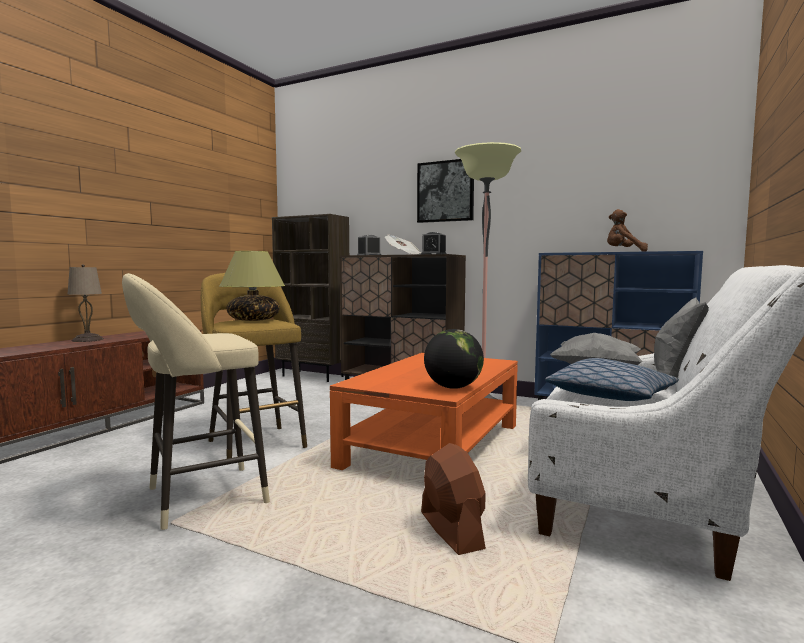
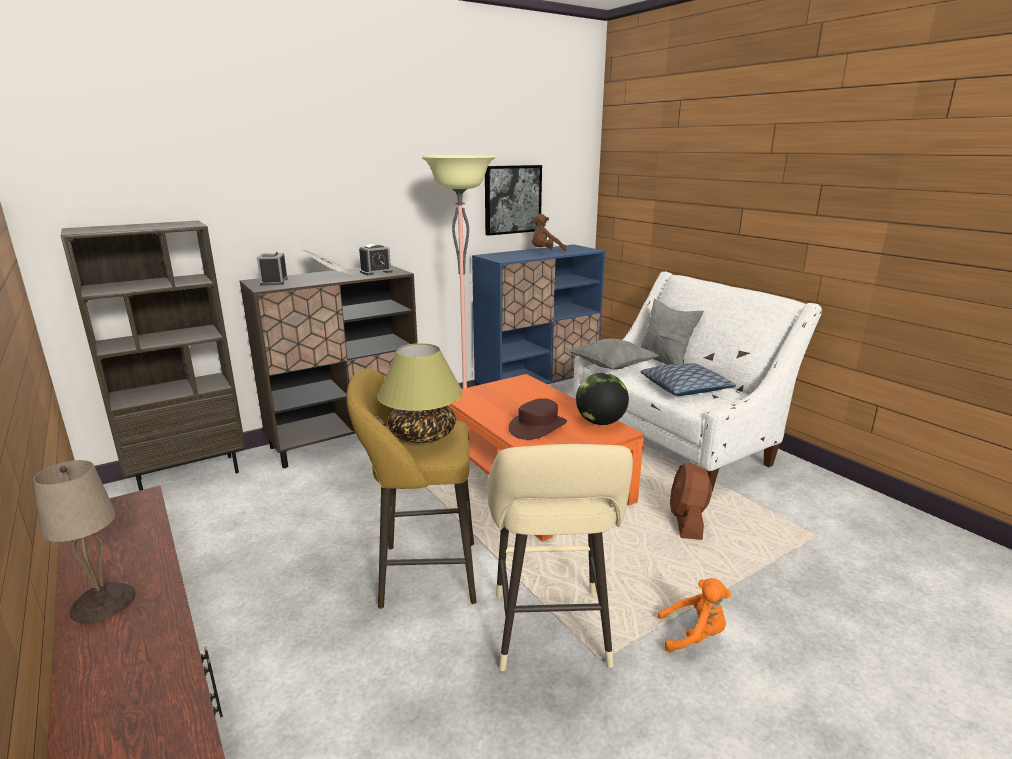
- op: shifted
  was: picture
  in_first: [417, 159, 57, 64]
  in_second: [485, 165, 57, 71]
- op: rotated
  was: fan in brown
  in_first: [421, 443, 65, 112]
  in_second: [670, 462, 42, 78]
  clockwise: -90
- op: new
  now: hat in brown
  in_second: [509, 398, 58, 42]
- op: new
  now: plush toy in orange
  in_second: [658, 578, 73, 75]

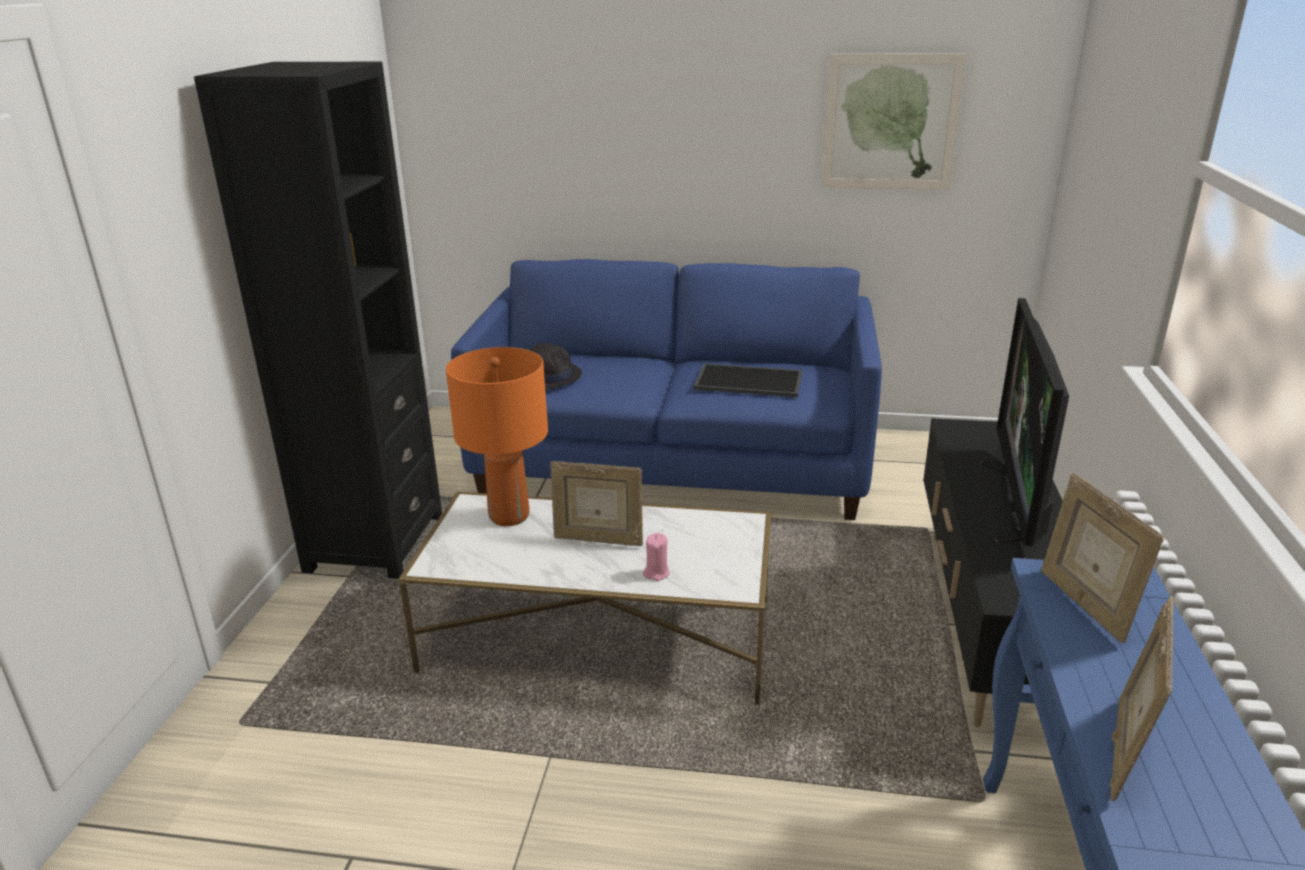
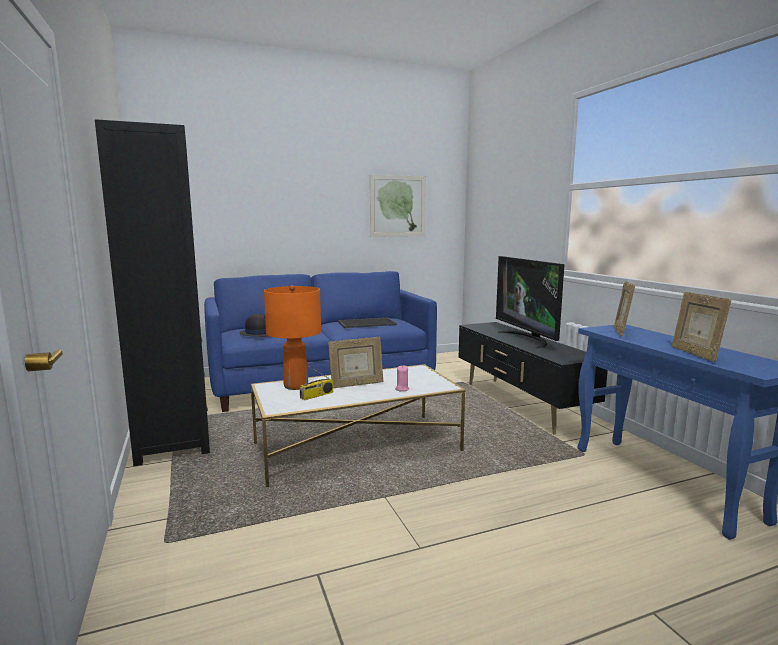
- op: rotated
  was: picture frame
  in_first: [1041, 473, 123, 170]
  in_second: [614, 281, 21, 55]
  clockwise: 60
- op: new
  now: radio
  in_second: [300, 364, 33, 36]

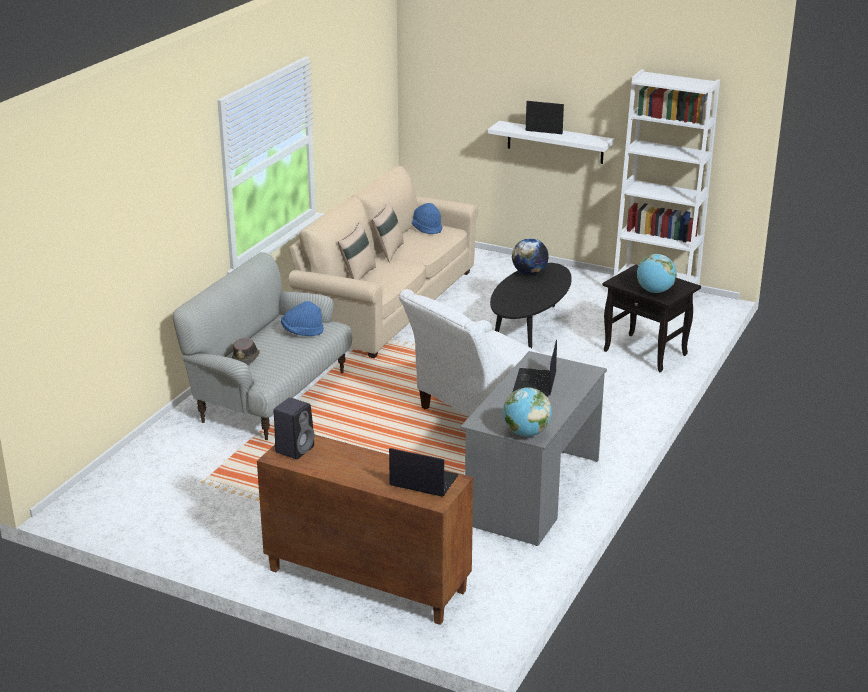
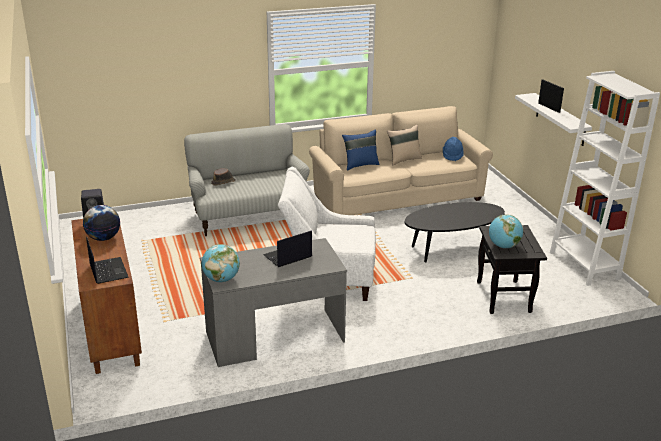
- op: gone
  was: hat in blue
  in_first: [281, 301, 43, 35]
- op: repainted
  was: pillow in beige
  now: pillow in blue
  in_first: [338, 222, 38, 58]
  in_second: [342, 130, 37, 41]
- op: shifted
  was: globe
  in_first: [512, 238, 37, 37]
  in_second: [83, 205, 37, 36]

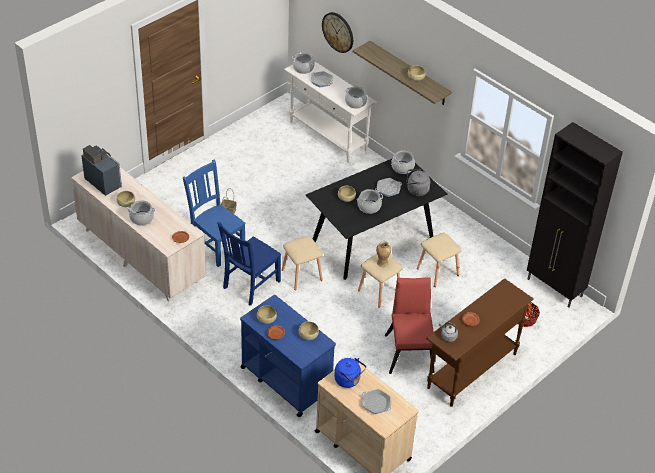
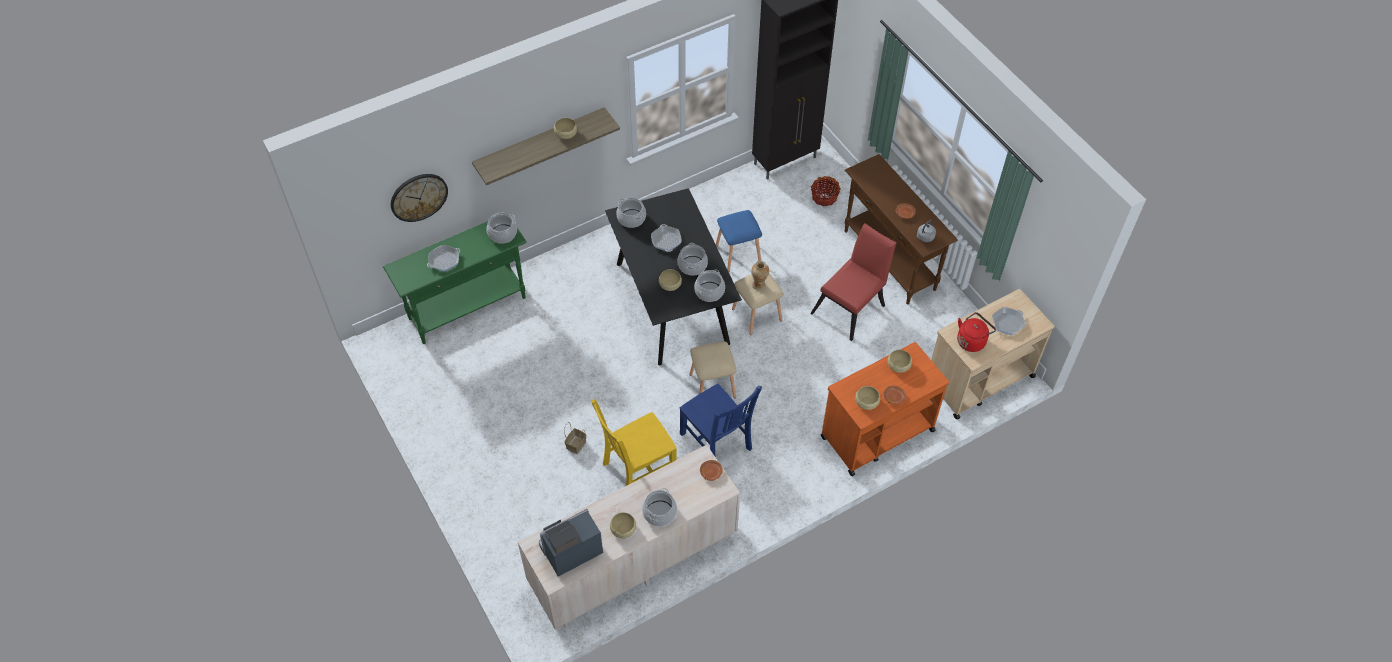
- op: repainted
  was: chair in blue
  now: chair in yellow
  in_first: [183, 159, 62, 108]
  in_second: [591, 400, 86, 86]
- op: repainted
  was: cart in blue
  now: cart in orange
  in_first: [240, 295, 96, 122]
  in_second: [821, 342, 128, 134]
- op: repainted
  was: console table in white
  now: console table in green
  in_first: [284, 62, 93, 101]
  in_second: [383, 213, 144, 131]
- op: shifted
  was: cooking pot
  in_first: [292, 52, 24, 22]
  in_second: [694, 270, 31, 32]
- op: repainted
  was: kettle in blue
  now: kettle in red
  in_first: [334, 358, 32, 30]
  in_second: [957, 312, 39, 40]
- op: rotated
  was: chair in red
  in_first: [385, 277, 49, 97]
  in_second: [810, 223, 86, 118]
  clockwise: 120
- op: gone
  was: kettle in grey
  in_first: [407, 169, 23, 27]
- op: repainted
  was: stool in beige
  now: stool in blue
  in_first: [417, 232, 45, 55]
  in_second: [715, 210, 47, 62]

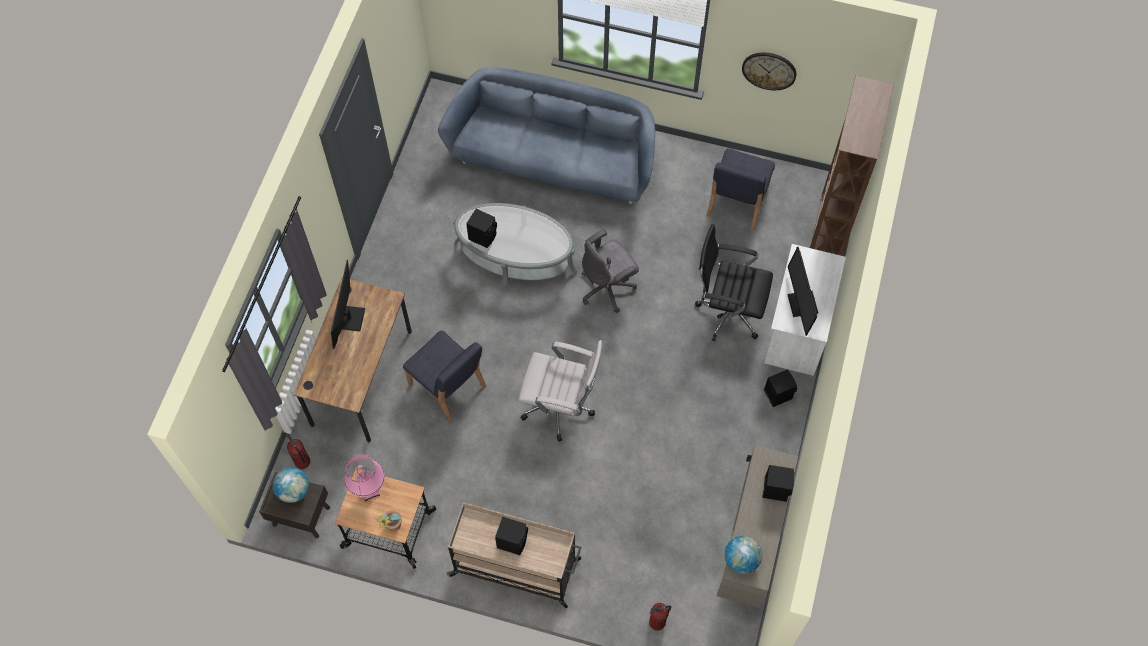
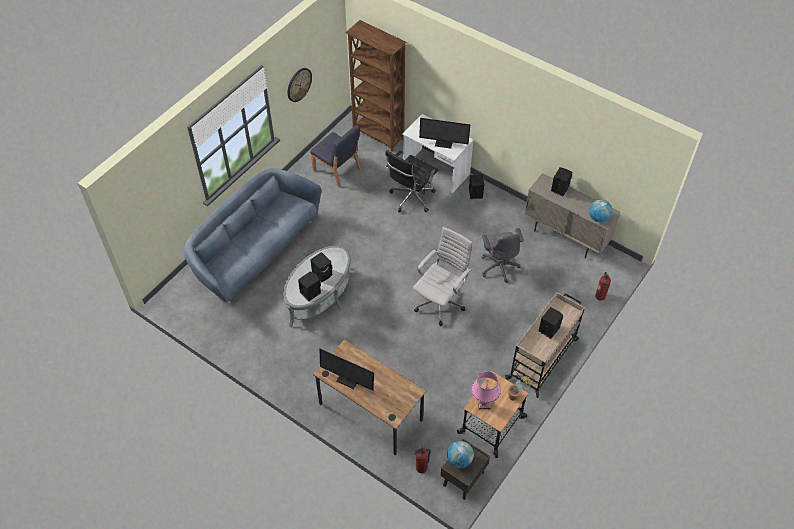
- op: gone
  was: chair in blue
  in_first: [403, 330, 84, 92]
- op: shifted
  was: office chair in grey
  in_first: [582, 230, 57, 83]
  in_second: [481, 228, 43, 55]
- op: new
  now: speaker in black
  in_second: [310, 252, 23, 30]

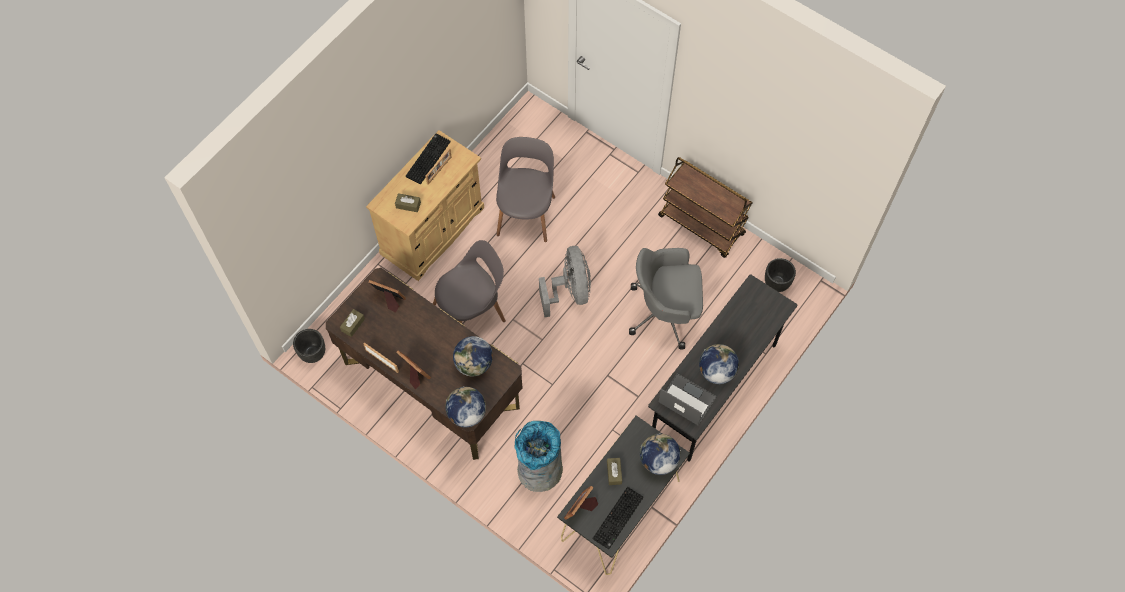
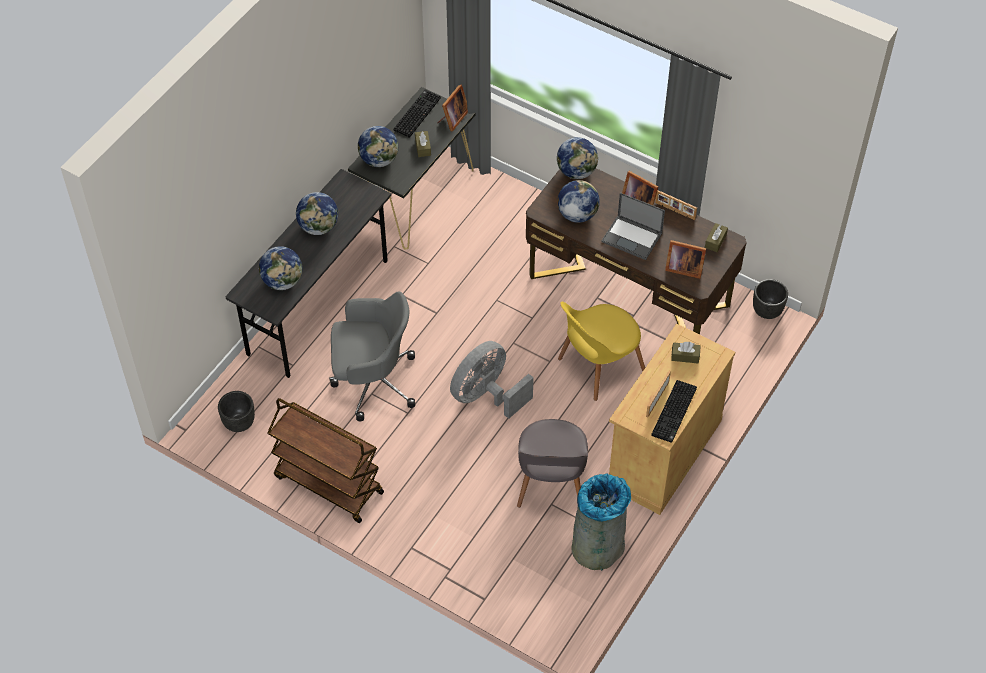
- op: repainted
  was: chair in grey
  now: chair in yellow
  in_first: [433, 240, 73, 83]
  in_second: [558, 302, 87, 99]
- op: shifted
  was: trash can in grey
  in_first: [515, 421, 48, 71]
  in_second: [571, 473, 60, 98]
- op: rotated
  was: fan in grey
  in_first: [539, 246, 52, 71]
  in_second: [450, 341, 84, 78]
  clockwise: 60
- op: shifted
  was: laptop
  in_first: [659, 373, 58, 52]
  in_second: [601, 193, 64, 67]
- op: new
  now: globe
  in_second: [258, 246, 44, 44]

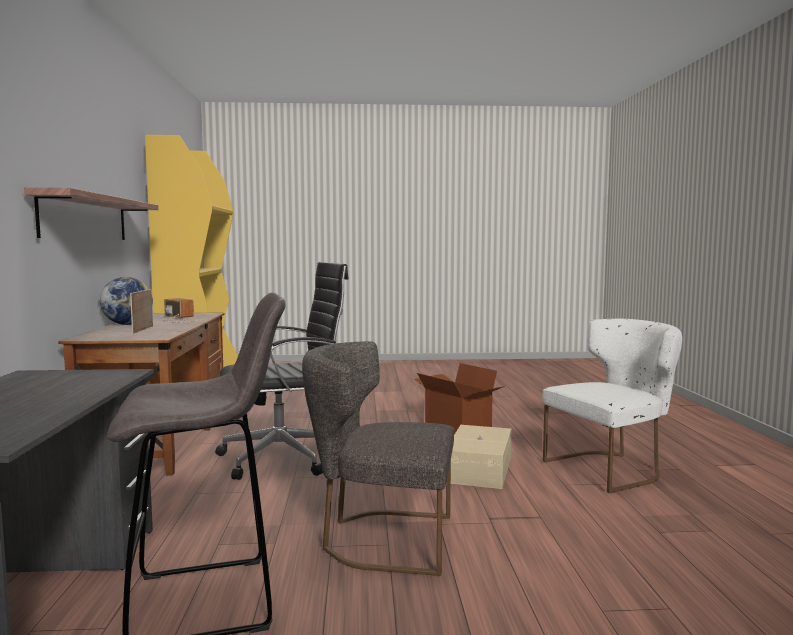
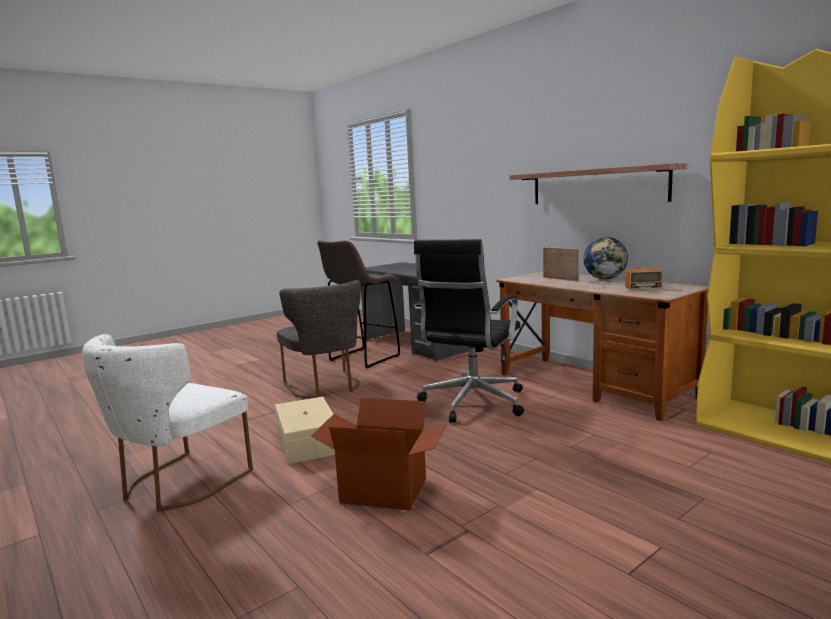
- op: rotated
  was: chair in grey
  in_first: [302, 341, 152, 235]
  in_second: [276, 280, 85, 119]
  clockwise: 90

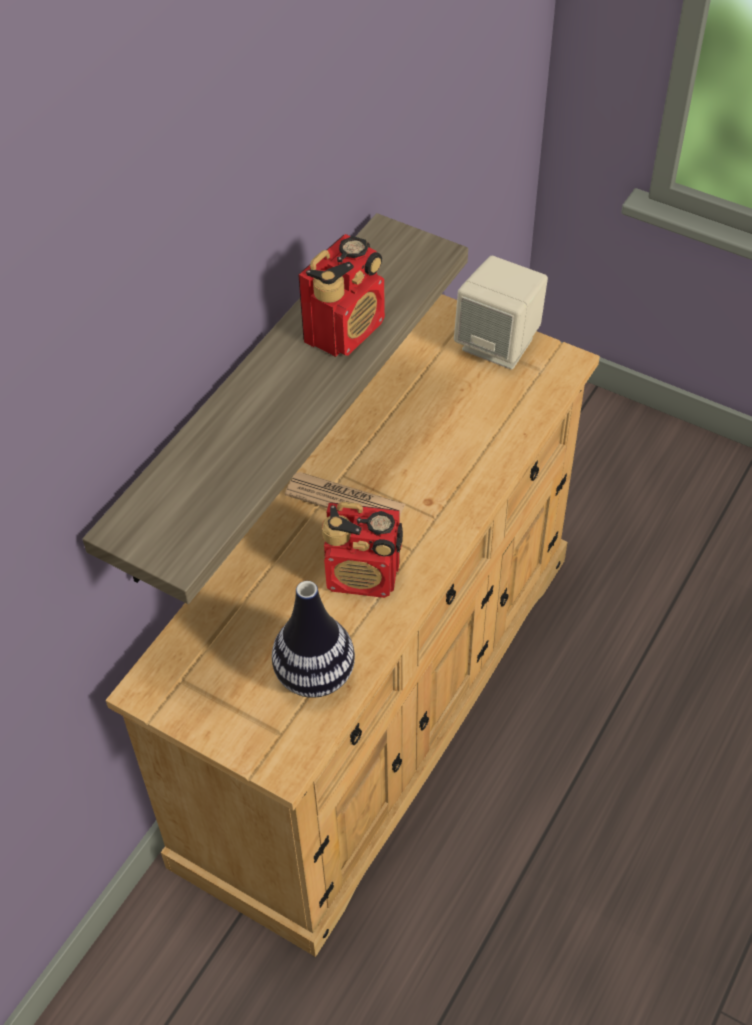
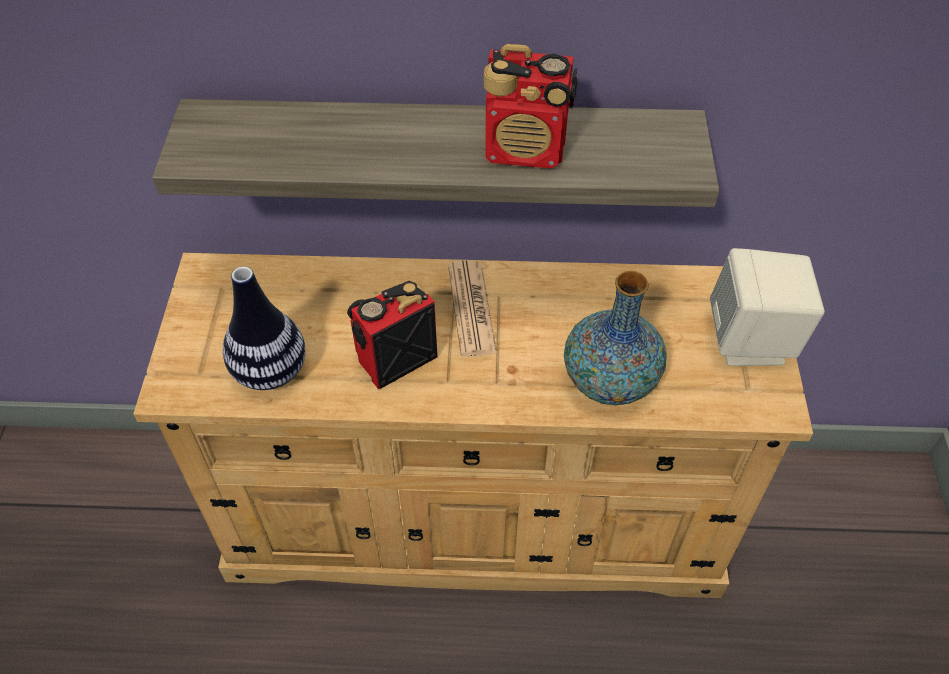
- op: rotated
  was: radio
  in_first: [322, 502, 81, 96]
  in_second: [347, 281, 91, 108]
  clockwise: 75
- op: new
  now: vase
  in_second: [564, 271, 103, 134]

